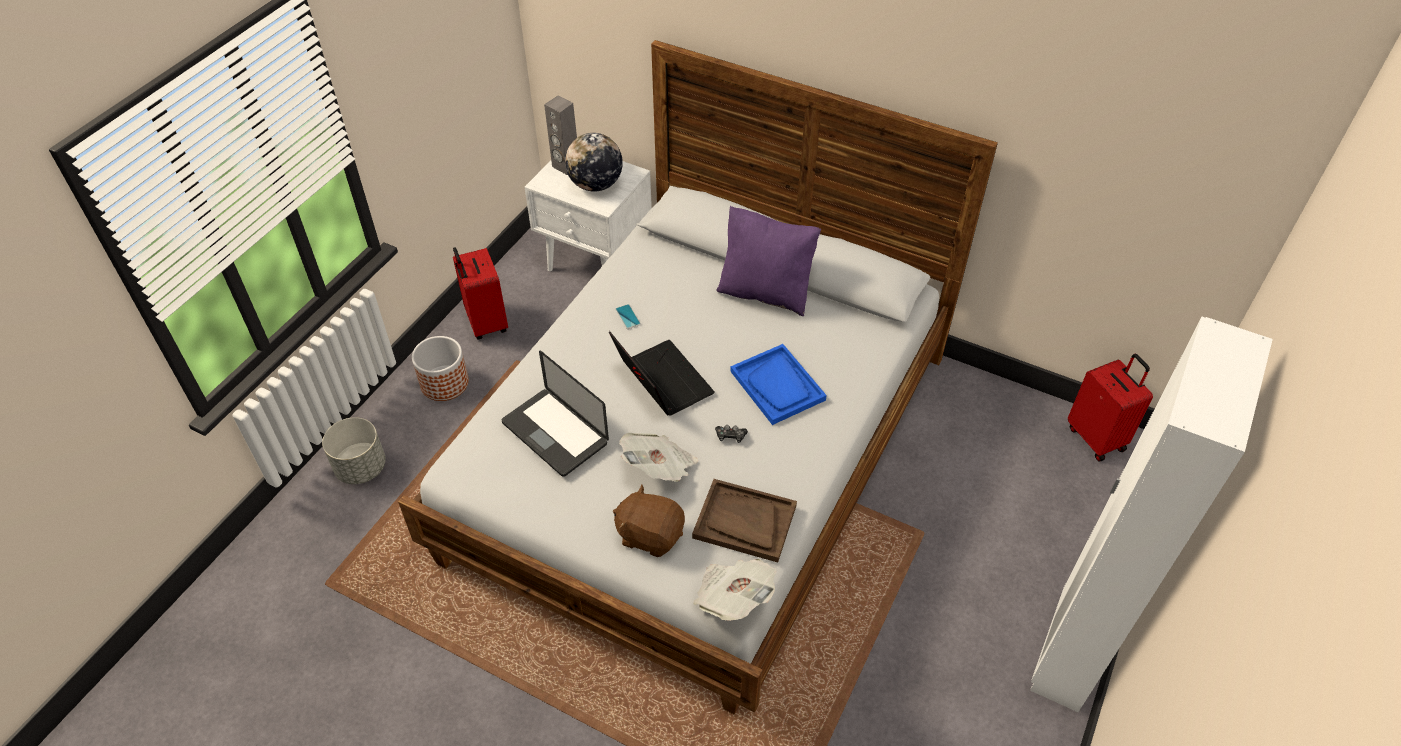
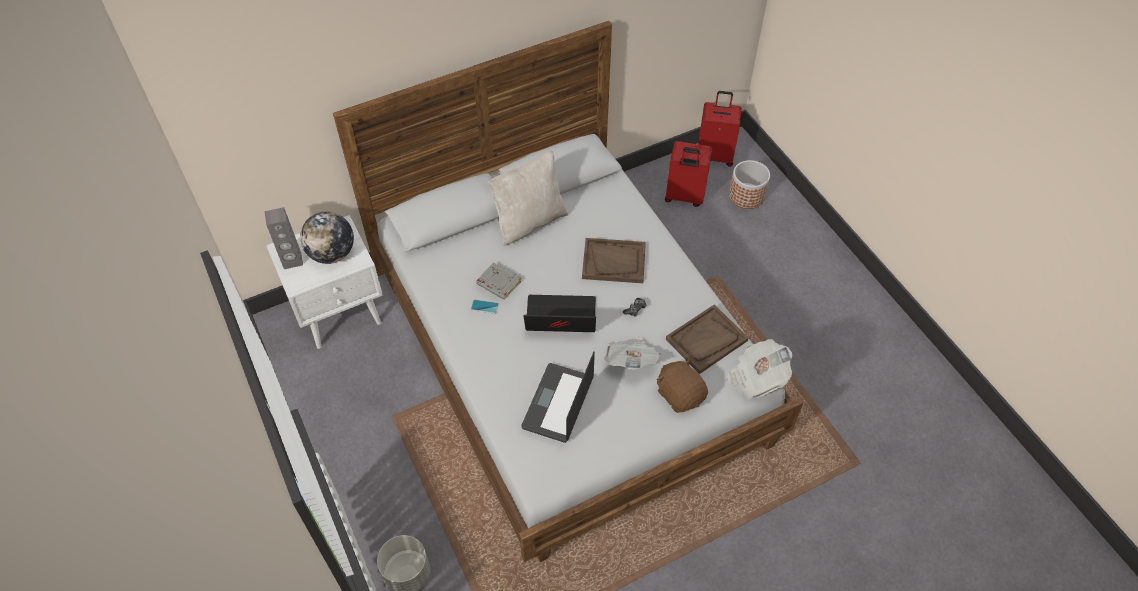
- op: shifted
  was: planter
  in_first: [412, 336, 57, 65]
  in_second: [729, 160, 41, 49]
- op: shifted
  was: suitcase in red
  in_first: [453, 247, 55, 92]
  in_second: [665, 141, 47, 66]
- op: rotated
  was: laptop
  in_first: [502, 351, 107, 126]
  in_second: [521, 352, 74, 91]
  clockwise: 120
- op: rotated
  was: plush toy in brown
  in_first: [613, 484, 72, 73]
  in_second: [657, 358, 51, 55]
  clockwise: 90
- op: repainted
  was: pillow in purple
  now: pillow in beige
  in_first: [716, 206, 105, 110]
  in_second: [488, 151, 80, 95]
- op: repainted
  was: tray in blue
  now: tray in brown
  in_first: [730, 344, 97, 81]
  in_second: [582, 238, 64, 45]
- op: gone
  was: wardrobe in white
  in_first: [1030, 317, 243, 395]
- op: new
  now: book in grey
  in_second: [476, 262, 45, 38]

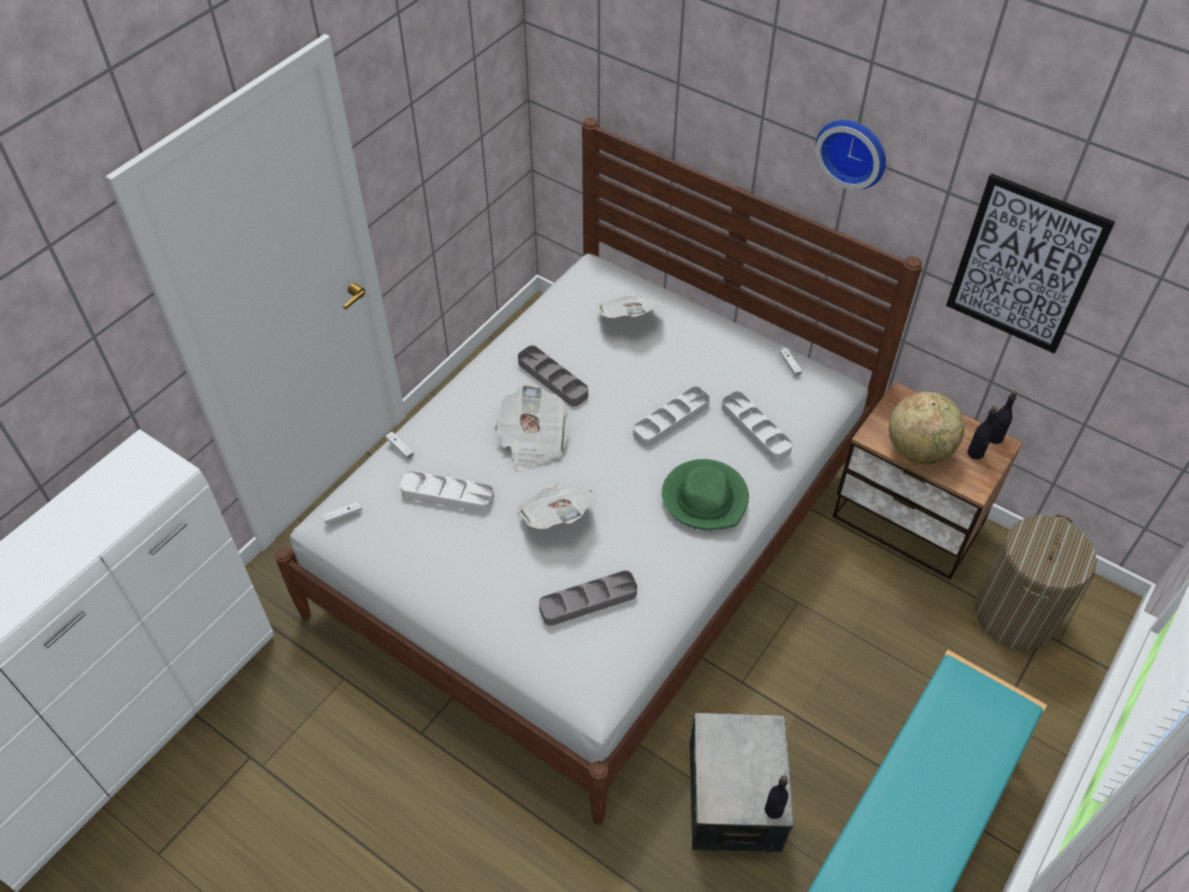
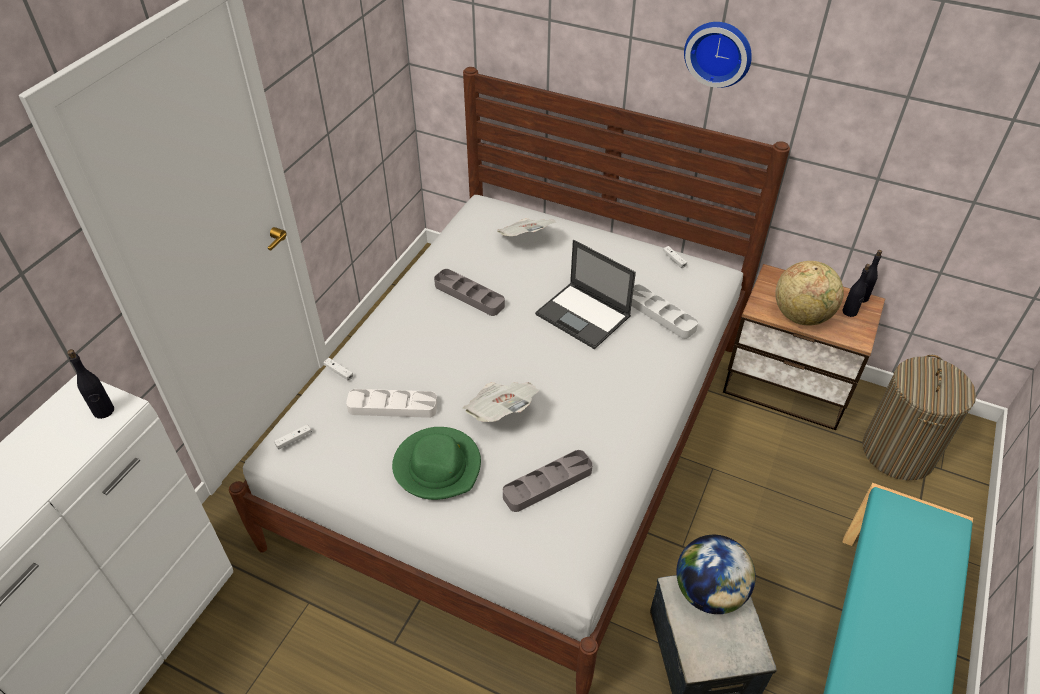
- op: gone
  was: newspaper
  in_first: [495, 383, 74, 89]
- op: swapped
  was: tray in grey
  now: laptop
  in_first: [633, 386, 77, 61]
  in_second: [535, 240, 101, 109]
- op: shifted
  was: hat in green
  in_first: [662, 459, 87, 71]
  in_second: [392, 427, 89, 73]
- op: shifted
  was: bottle in black
  in_first: [765, 775, 23, 44]
  in_second: [67, 349, 47, 70]
- op: gone
  was: picture
  in_first: [946, 173, 169, 181]
- op: new
  now: globe
  in_second: [676, 535, 80, 79]

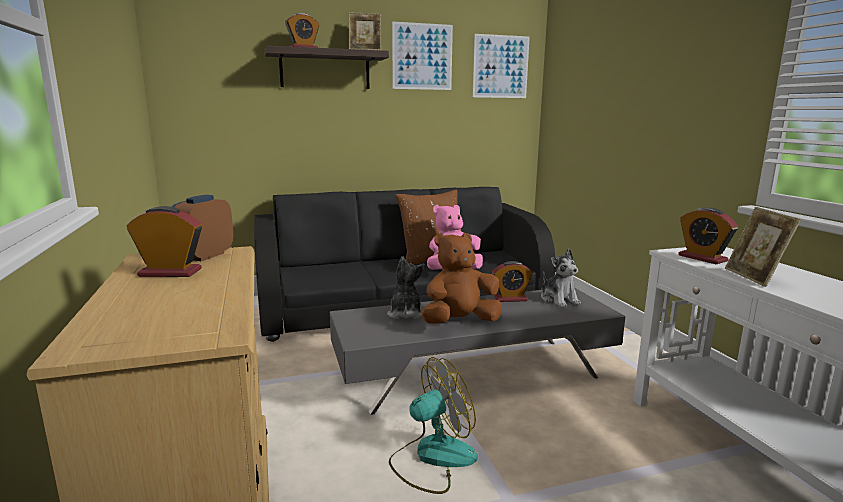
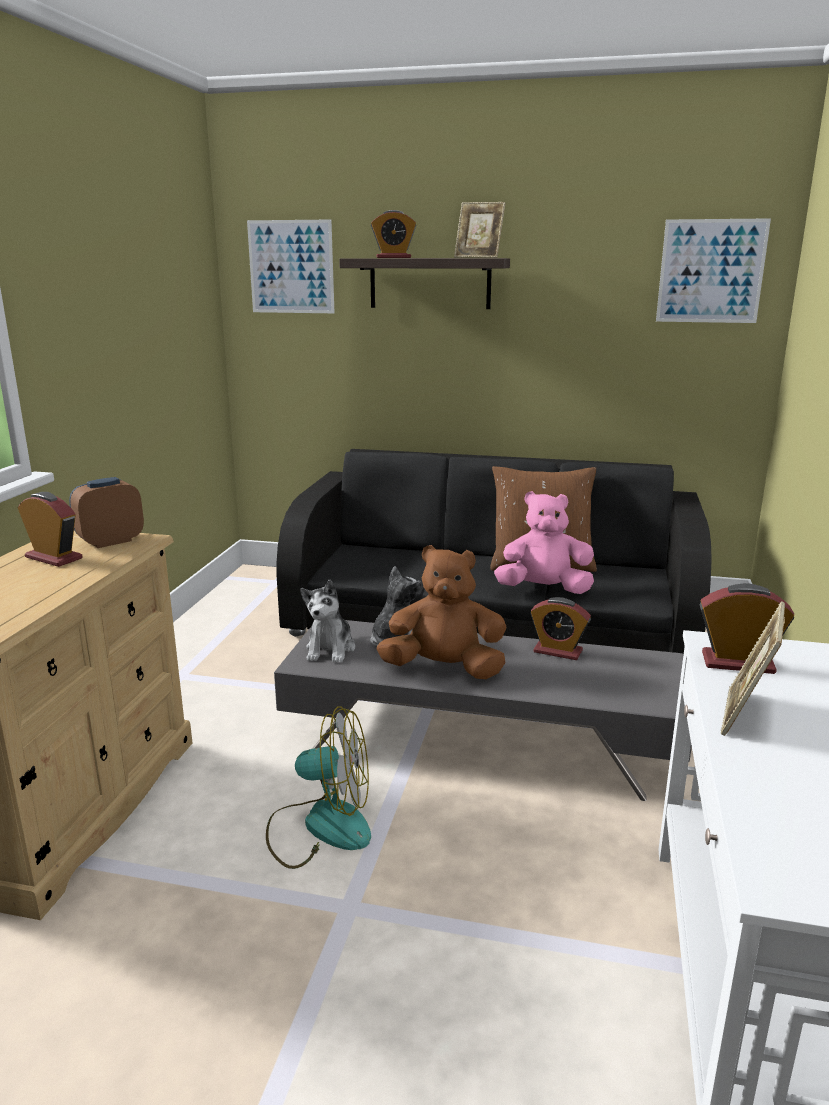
- op: shifted
  was: picture
  in_first: [392, 21, 61, 69]
  in_second: [247, 220, 88, 93]
- op: shifted
  was: plush toy
  in_first: [541, 249, 40, 58]
  in_second: [300, 579, 55, 84]
- op: rotated
  was: alarm clock
  in_first: [678, 207, 60, 57]
  in_second: [699, 584, 95, 90]
  clockwise: 105

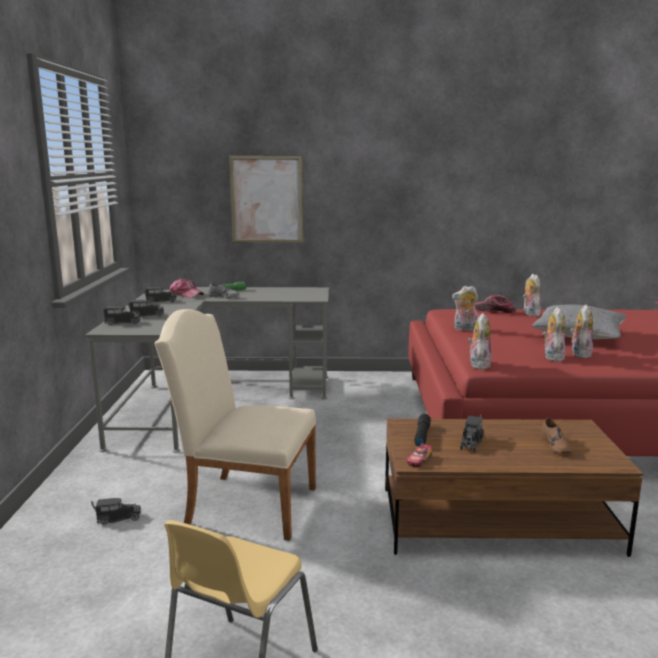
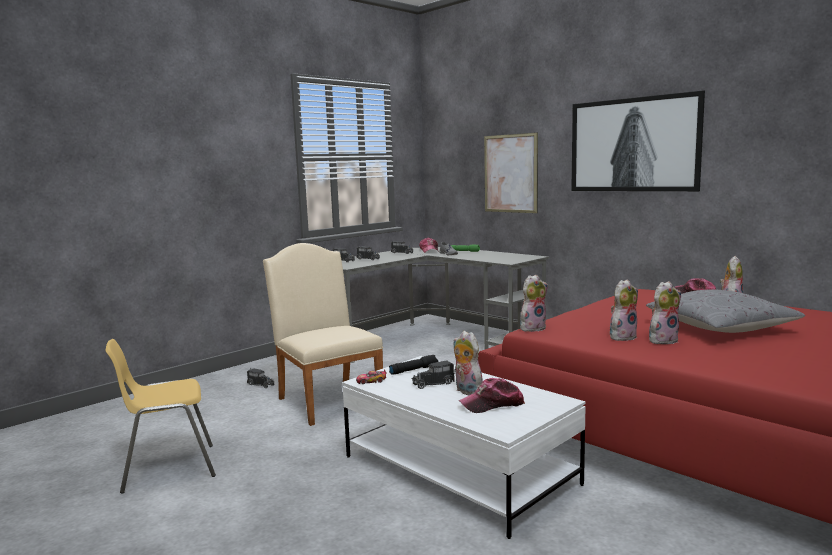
- op: repainted
  was: coffee table in brown
  now: coffee table in white
  in_first: [385, 419, 258, 138]
  in_second: [342, 356, 244, 183]
- op: shifted
  was: plush toy
  in_first: [452, 286, 26, 45]
  in_second: [453, 331, 30, 64]
- op: swapped
  was: shoe in brown
  now: cap
  in_first: [540, 417, 32, 36]
  in_second: [459, 378, 66, 35]
- op: new
  now: picture
  in_second: [571, 90, 134, 101]

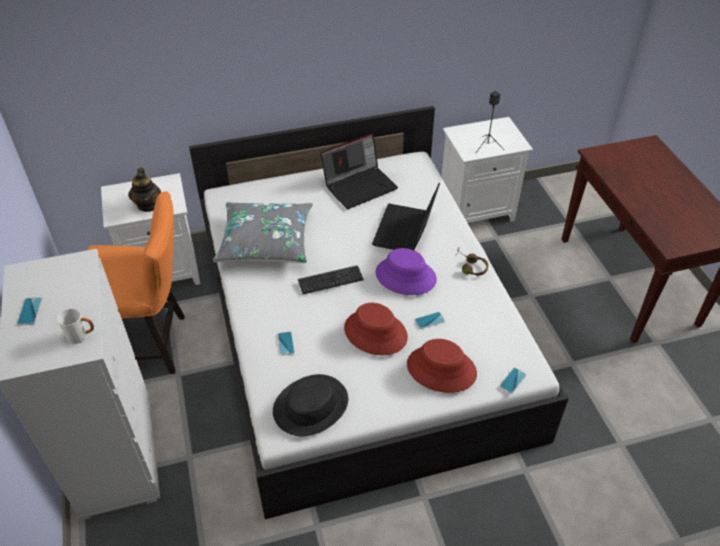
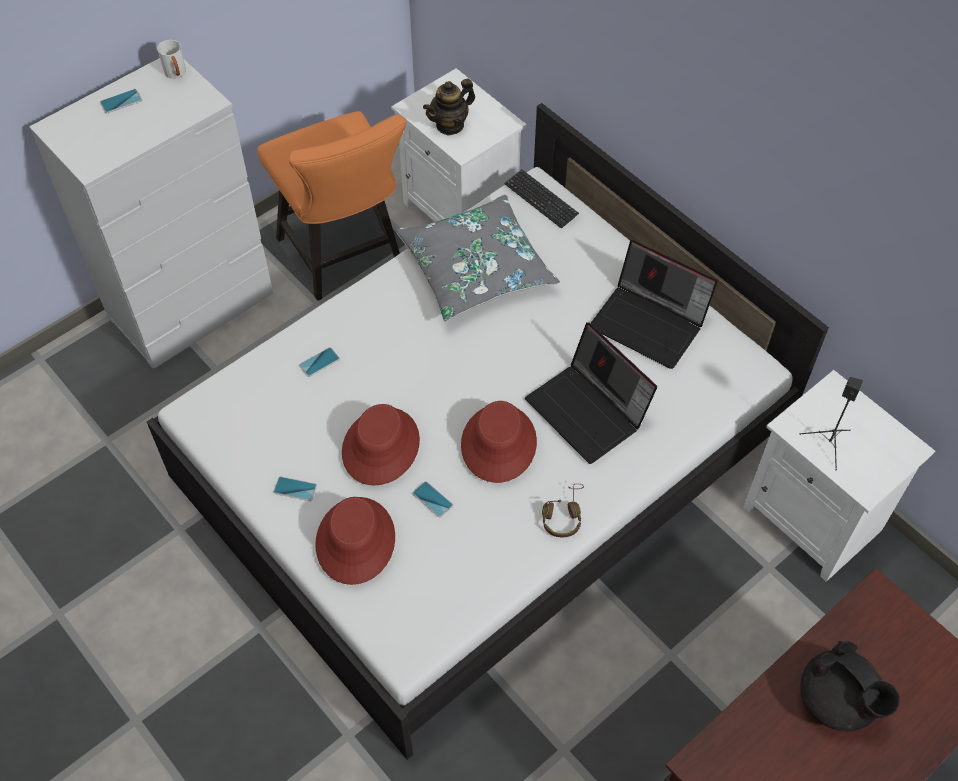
- op: shifted
  was: mug in white
  in_first: [57, 308, 37, 36]
  in_second: [157, 40, 29, 39]
- op: gone
  was: hat in black
  in_first: [273, 374, 75, 62]
- op: shifted
  was: keyboard
  in_first: [298, 265, 66, 29]
  in_second: [504, 169, 75, 60]
- op: rotated
  was: laptop
  in_first: [372, 183, 68, 67]
  in_second: [525, 322, 132, 142]
  clockwise: -120
- op: repainted
  was: hat in purple
  now: hat in red
  in_first: [375, 248, 62, 47]
  in_second: [461, 401, 76, 82]
- op: shifted
  was: phone
  in_first: [500, 367, 27, 27]
  in_second: [273, 476, 44, 25]
- op: new
  now: teapot in black
  in_second: [800, 641, 100, 91]

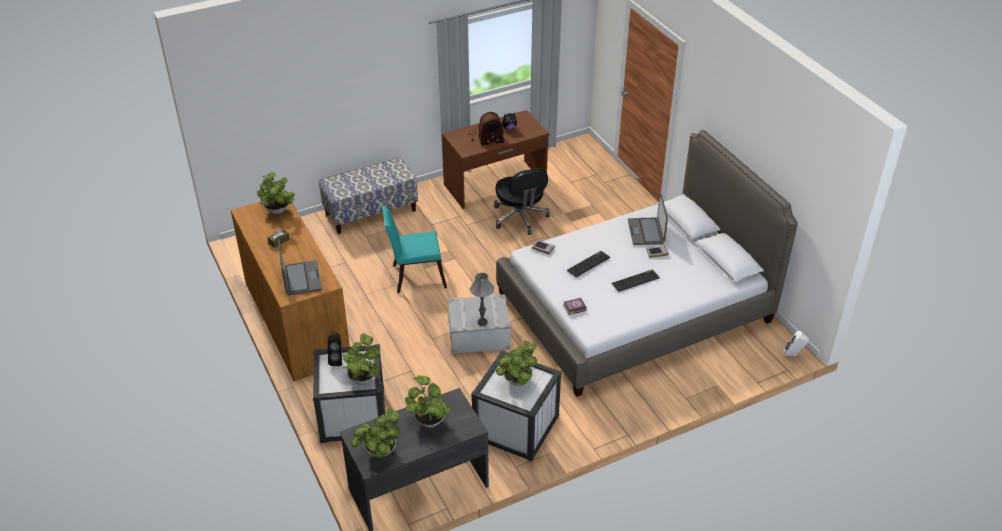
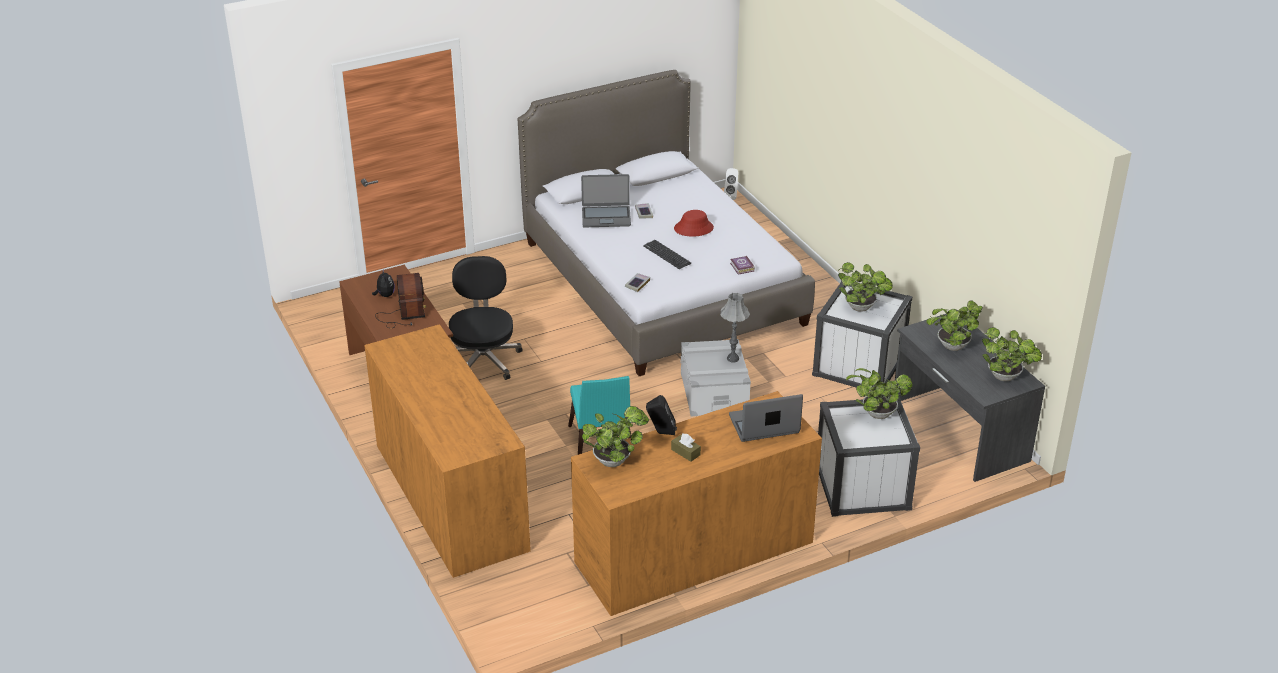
- op: swapped
  was: bench
  now: dresser in brown
  in_first: [319, 158, 99, 76]
  in_second: [364, 324, 167, 254]
- op: shifted
  was: speaker in black
  in_first: [328, 333, 14, 33]
  in_second: [646, 395, 31, 40]
- op: rotated
  was: office chair in black
  in_first: [494, 168, 56, 67]
  in_second: [449, 256, 74, 124]
  clockwise: -75
- op: swapped
  was: keyboard
  now: hat in red
  in_first: [612, 270, 48, 22]
  in_second: [674, 210, 40, 27]

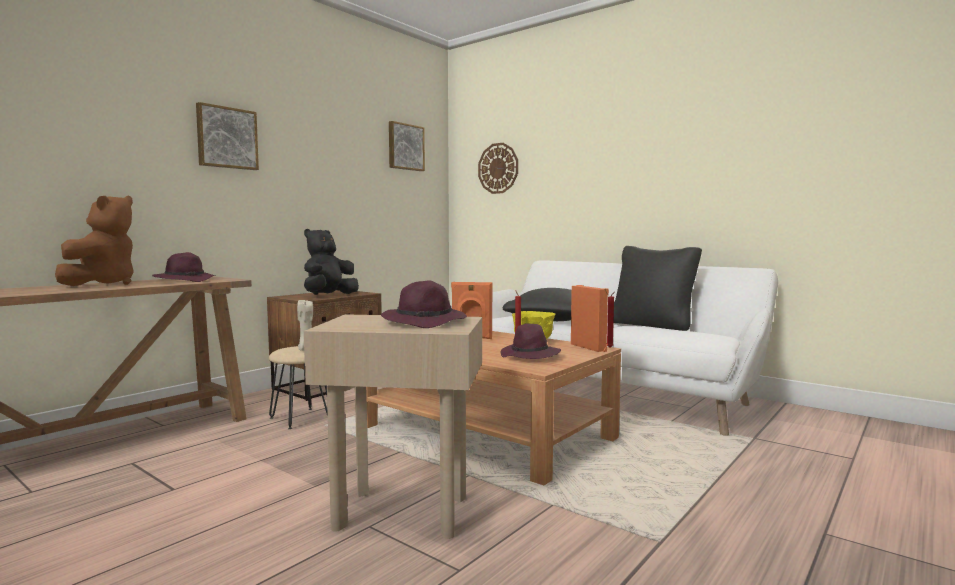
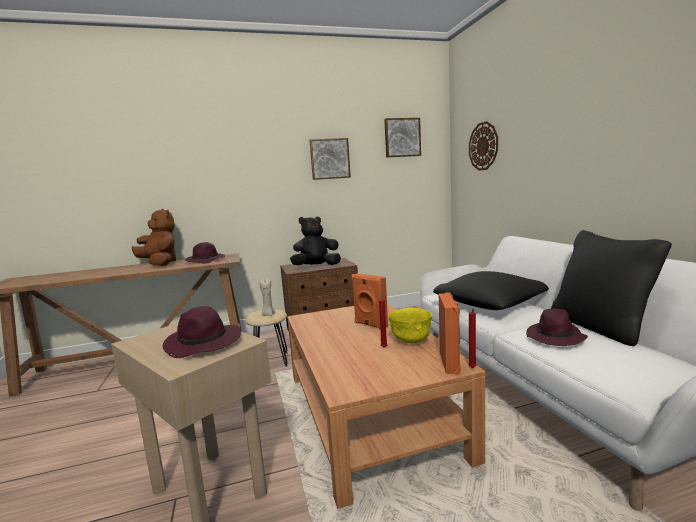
- op: rotated
  was: plush toy in brown
  in_first: [55, 196, 79, 90]
  in_second: [132, 209, 45, 57]
  clockwise: -90
- op: shifted
  was: picture
  in_first: [196, 102, 63, 68]
  in_second: [309, 138, 42, 42]
- op: shifted
  was: hat in purple
  in_first: [501, 324, 60, 35]
  in_second: [526, 308, 62, 38]

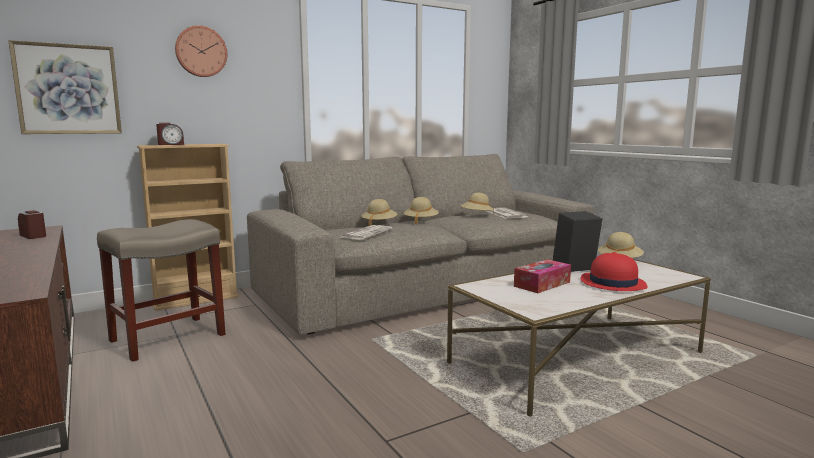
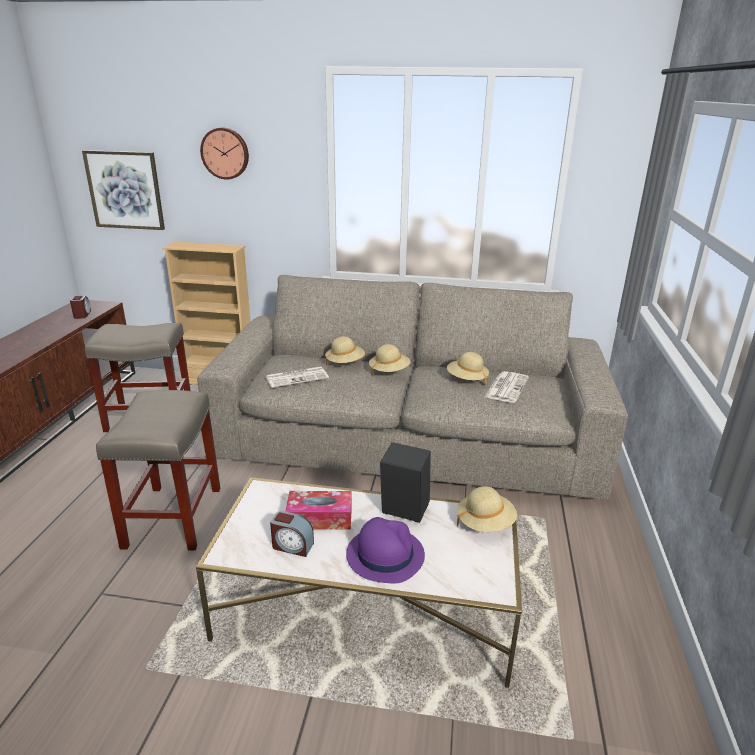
- op: shifted
  was: alarm clock
  in_first: [156, 123, 28, 22]
  in_second: [270, 511, 44, 46]
- op: repainted
  was: hat in red
  now: hat in purple
  in_first: [581, 252, 66, 39]
  in_second: [346, 517, 79, 66]
- op: new
  now: stool in beige
  in_second: [96, 390, 124, 161]

